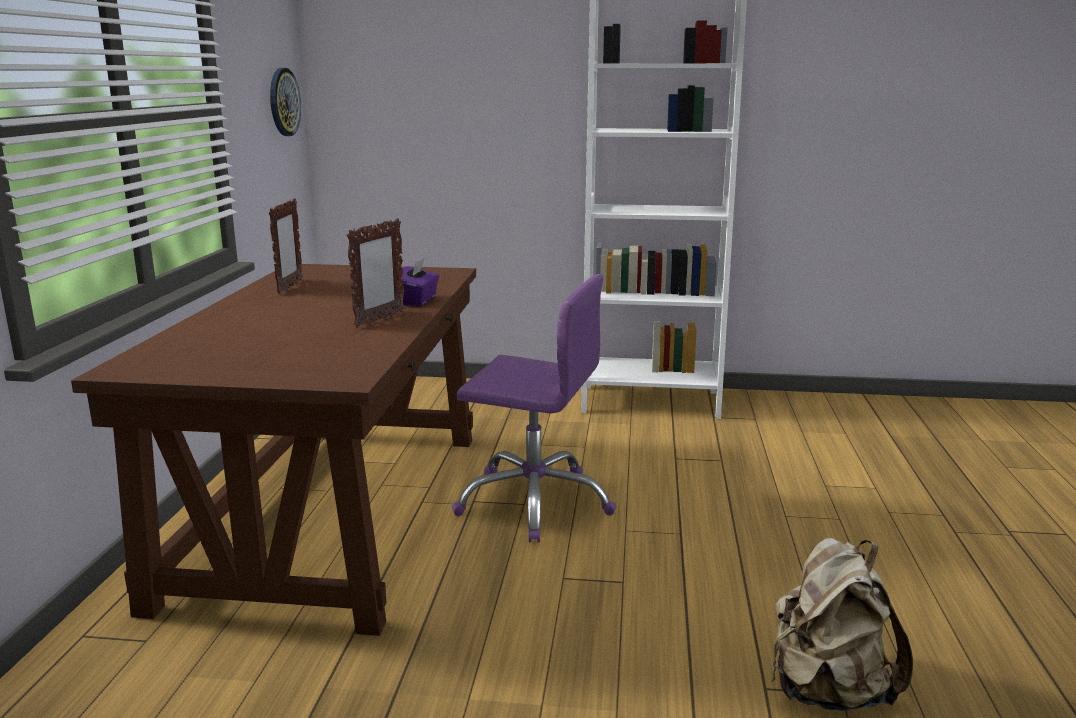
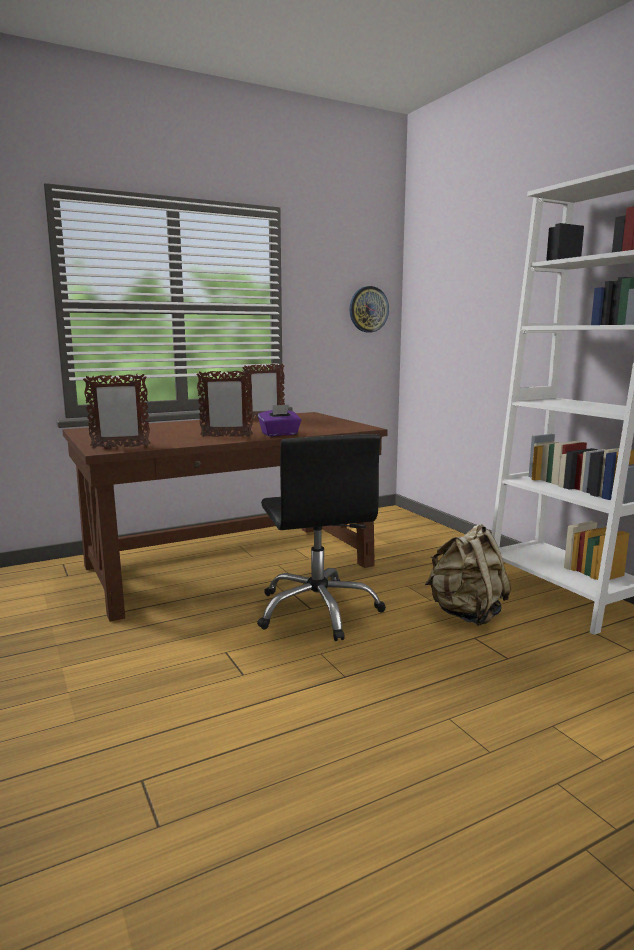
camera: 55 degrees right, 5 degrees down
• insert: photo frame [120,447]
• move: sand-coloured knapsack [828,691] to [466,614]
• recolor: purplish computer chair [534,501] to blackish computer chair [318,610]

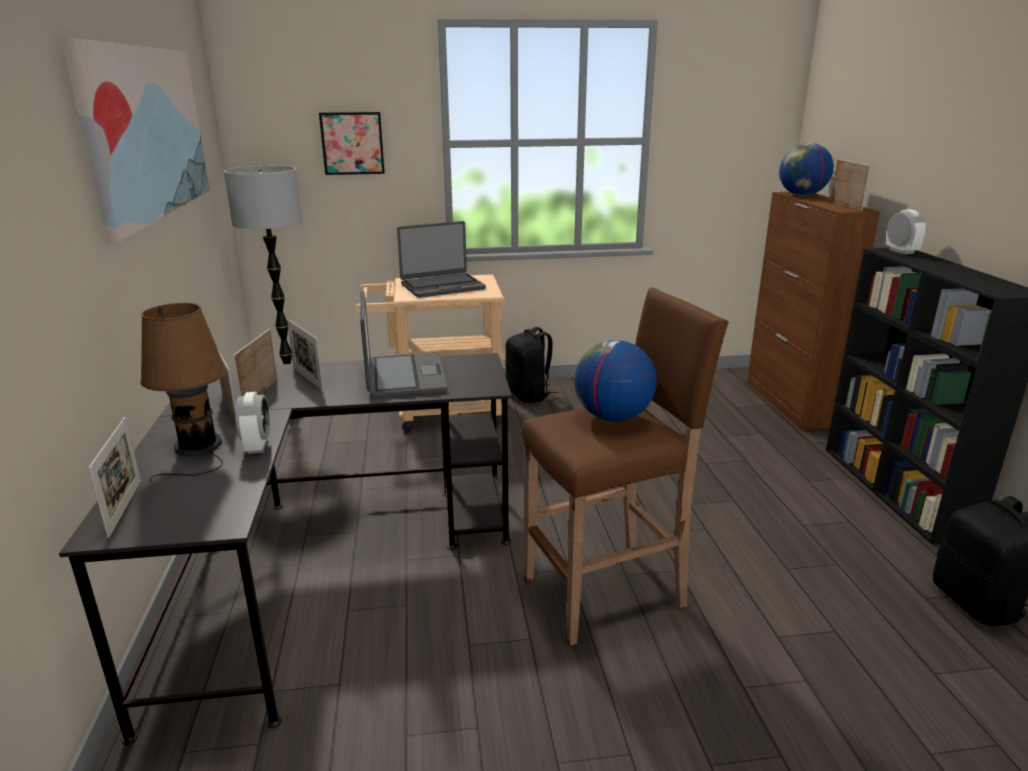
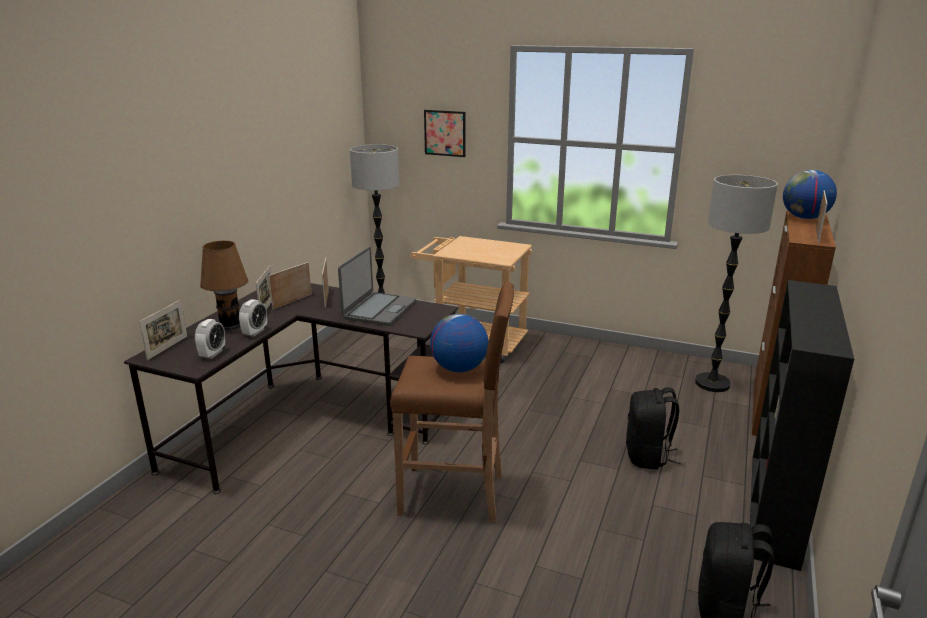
camera: 30 degrees right, 0 degrees up
• delete: wall art [149,132]
• delete: laptop [442,286]
• insert: standard lamp [712,383]
• move: blackish knapsack [529,395] to [648,456]
• move: alarm clock [901,251] to [212,354]

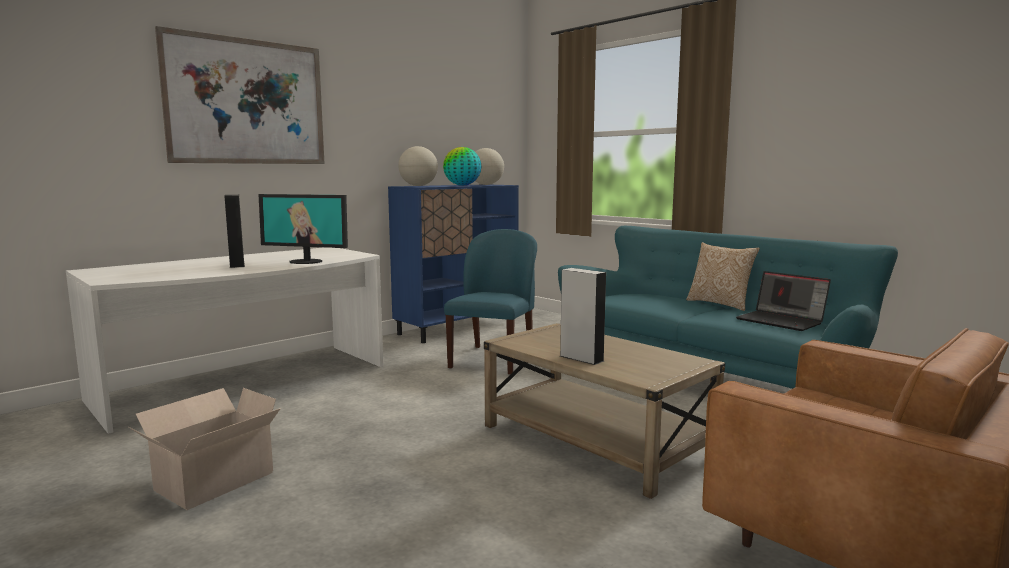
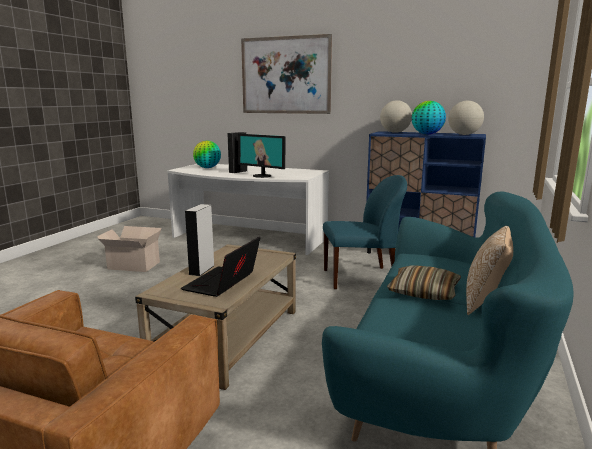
camera: 65 degrees right, 5 degrees up
• insert: desk globe [207,168]
• insert: cushion [423,292]
• move: laptop [782,321] to [222,283]
• rotate: computer screen [306,261] = [262,176] 45 degrees counterclockwise

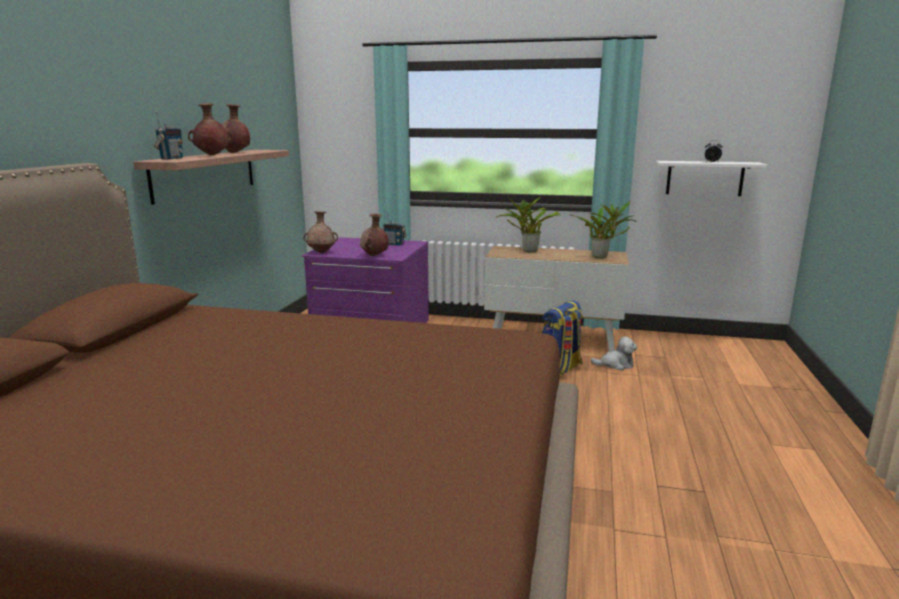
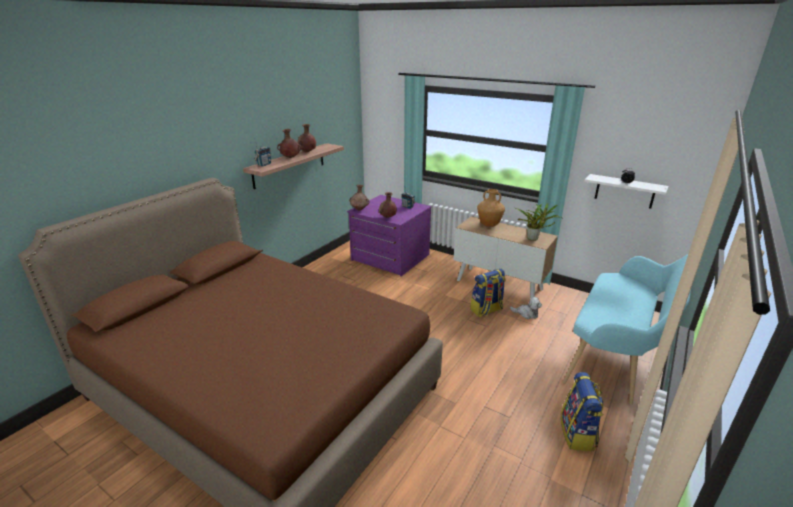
camera: 20 degrees right, 10 degrees up
• insert: knapsack [578,434]
• insert: turquoise long seat [616,358]
• replace: houseplant [528,251] to brown decorative vase [489,225]

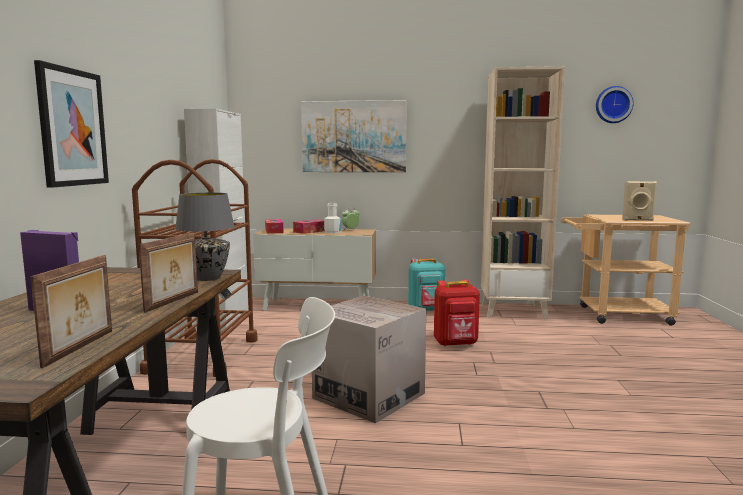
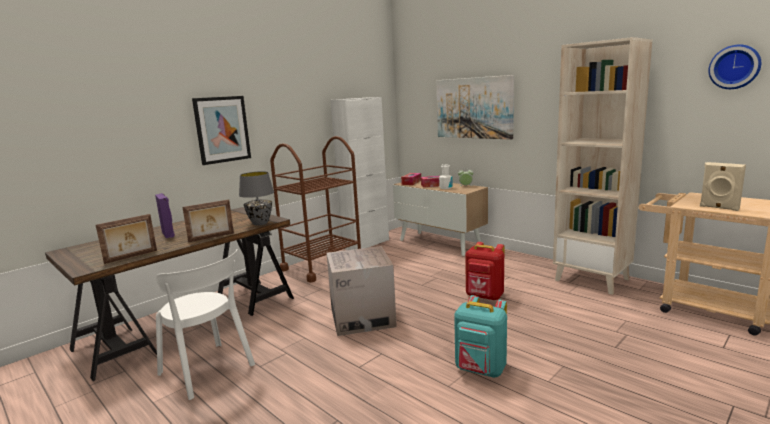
camera: 40 degrees right, 5 degrees up
• move: turquoise knapsack [426,310] to [480,370]

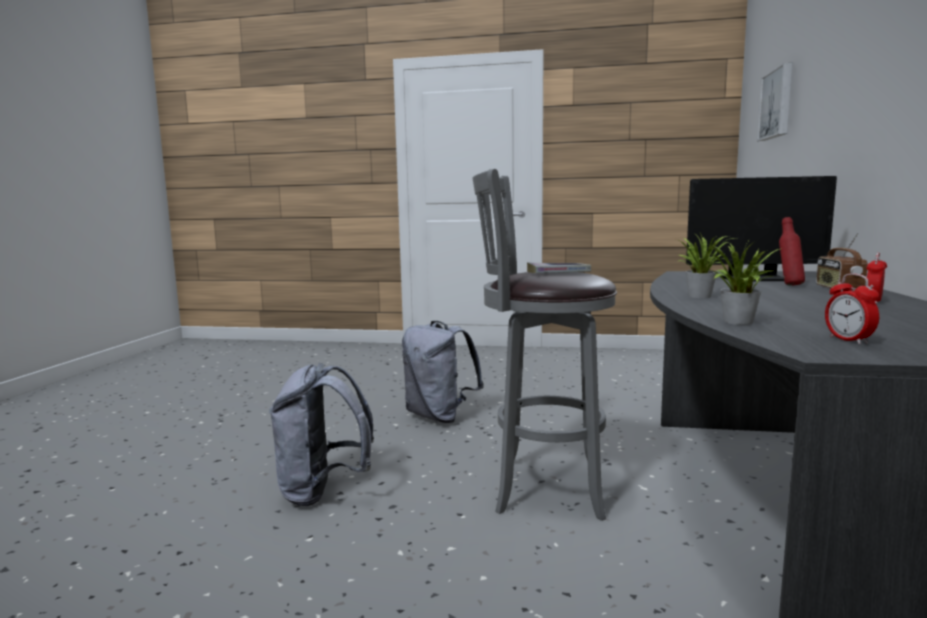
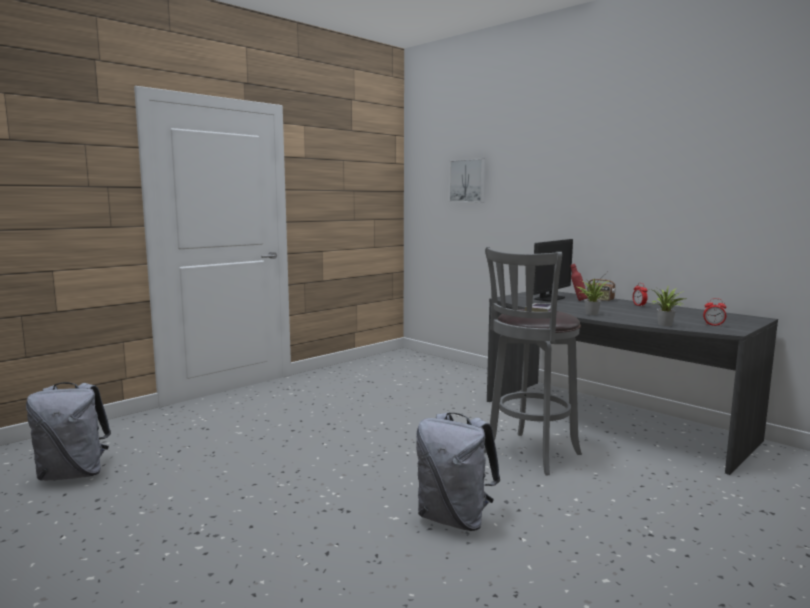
camera: 55 degrees left, 0 degrees up
• move: grey knapsack [439,416] to [73,474]

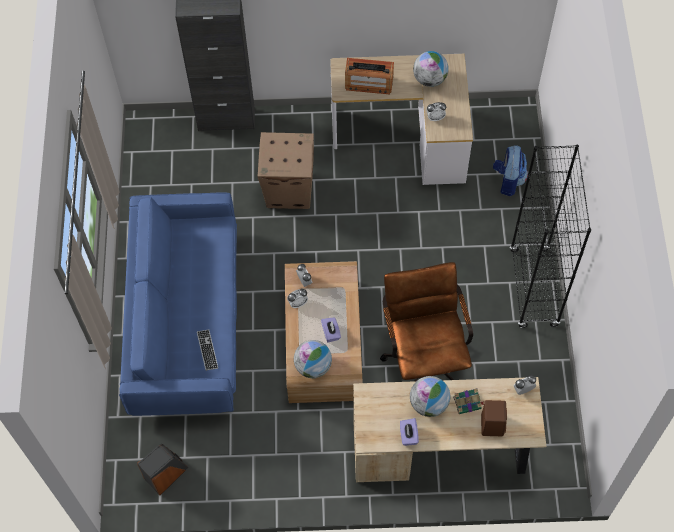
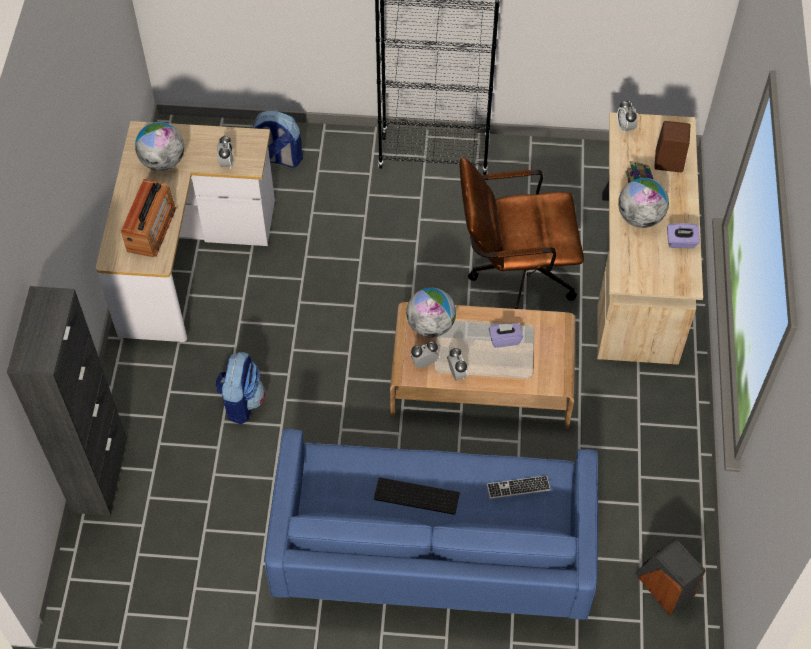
camera: 85 degrees left, 5 degrees down
• insert: computer keyboard [415,497]
• move: desk globe [313,366] to [430,325]
• replace: cardboard box [289,189] to knapsack [241,401]

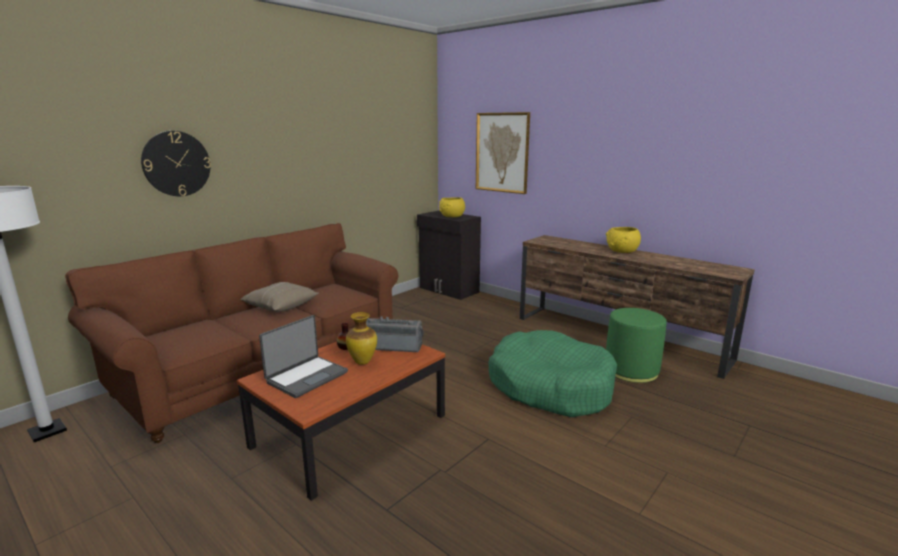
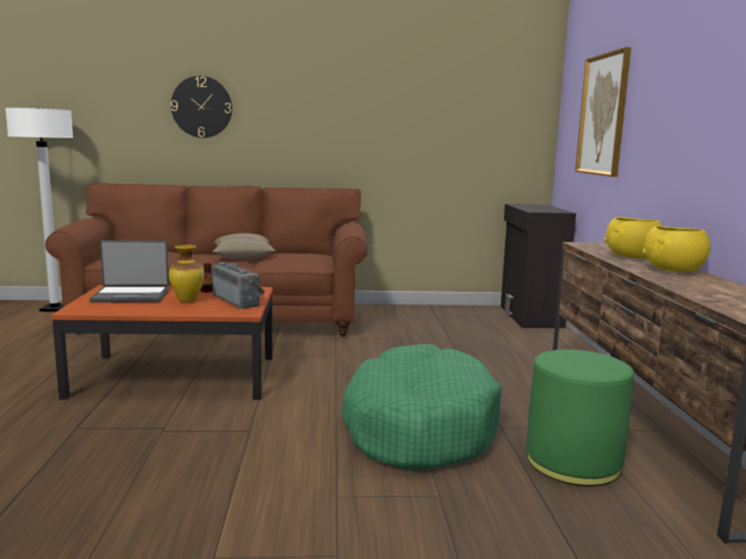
camera: 45 degrees right, 5 degrees down
• move: yellow deep dish [451,217] to [630,257]

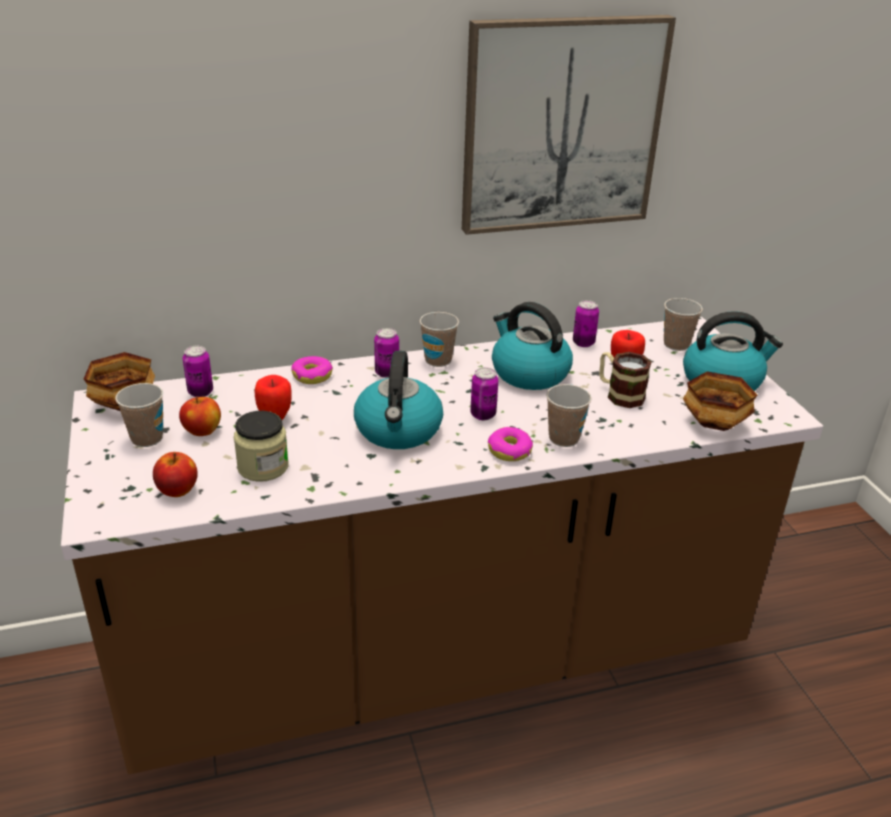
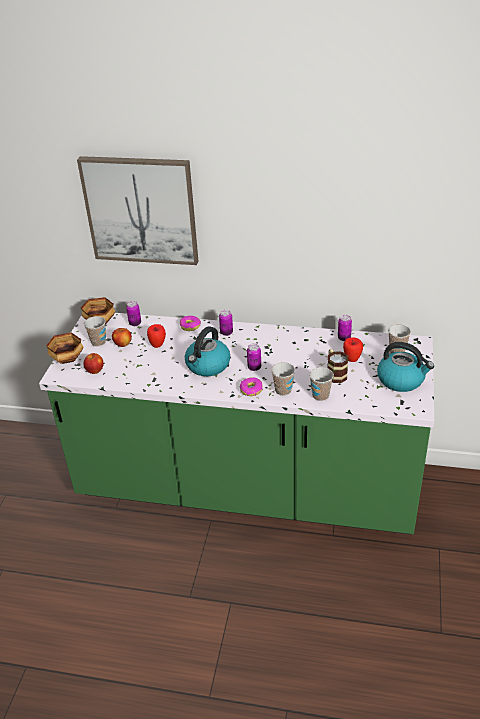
camera: 30 degrees right, 5 degrees up
• delete: jar [263,467]
• delete: water kettle [528,373]
• move: small cup [438,360] to [320,396]
• move: wall art [561,125] to [141,210]
• move: deep dish [714,424] to [67,360]
• recolor: brown kitchen base unit [437,658] to green-coloured kitchen base unit [247,489]

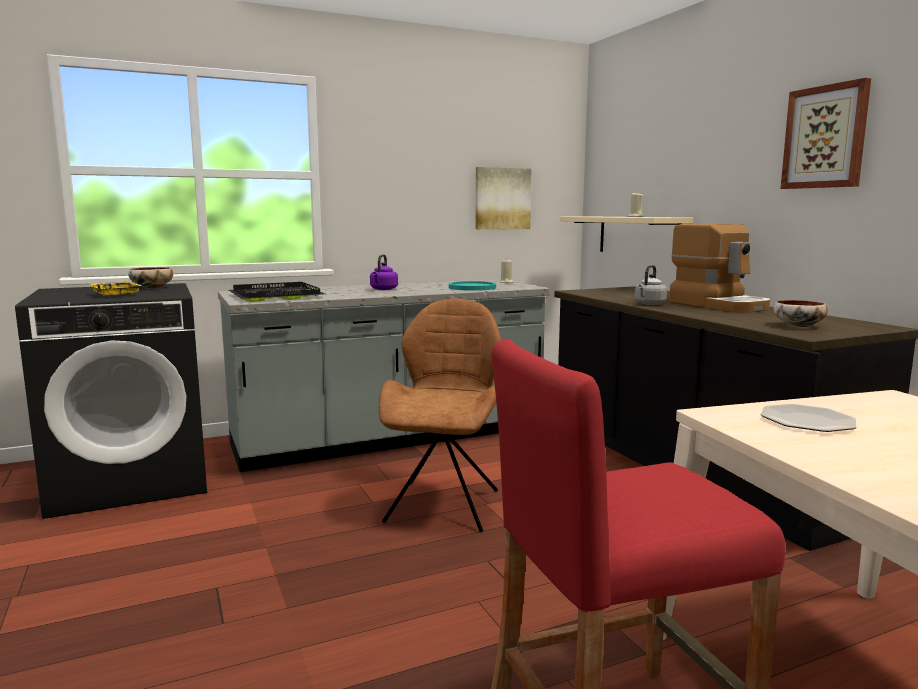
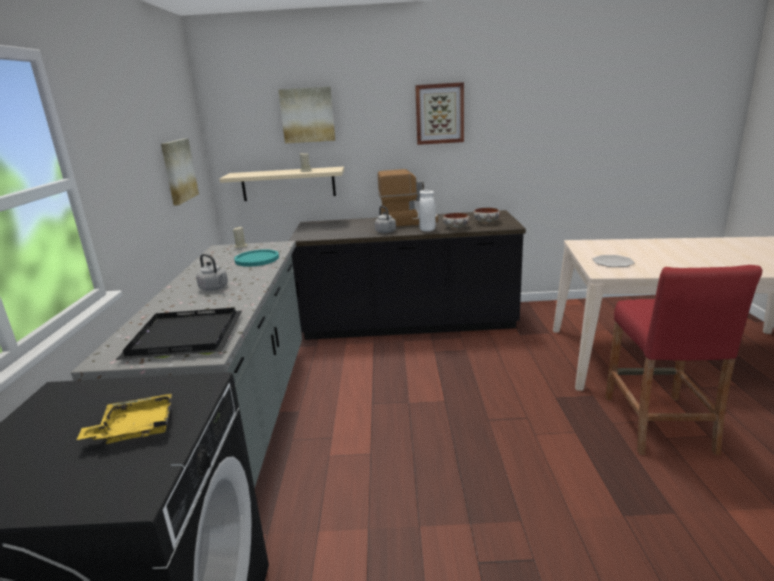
camera: 65 degrees left, 10 degrees up
• delete: brown upright chair [444,504]
• insert: wall art [307,115]
• insert: whitish decorative vase [427,230]
• move: deep dish [151,287] to [456,228]
• recolor: purplish water kettle [383,289] to grey water kettle [215,288]

